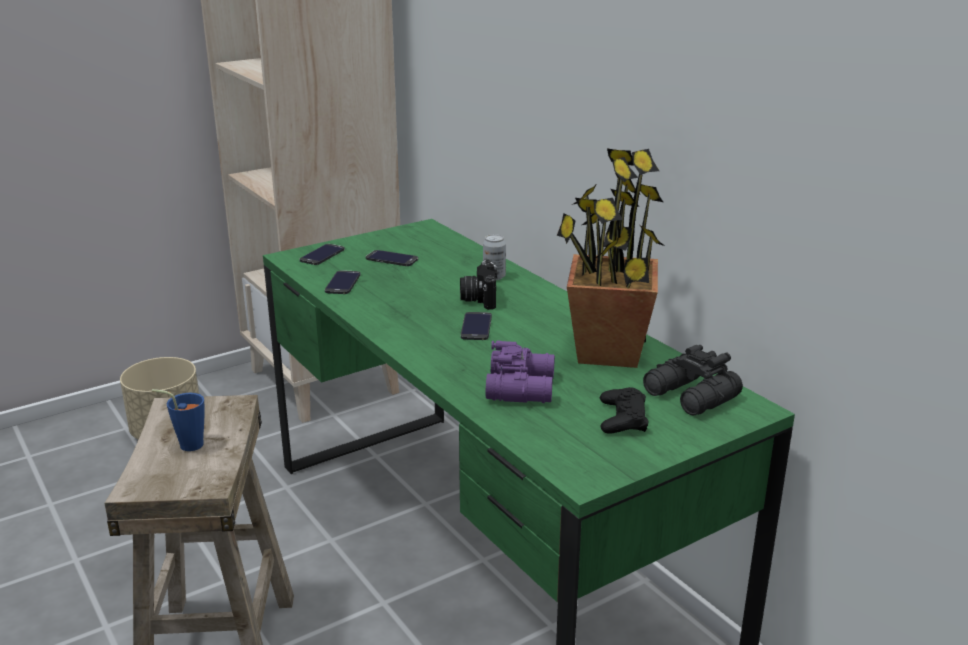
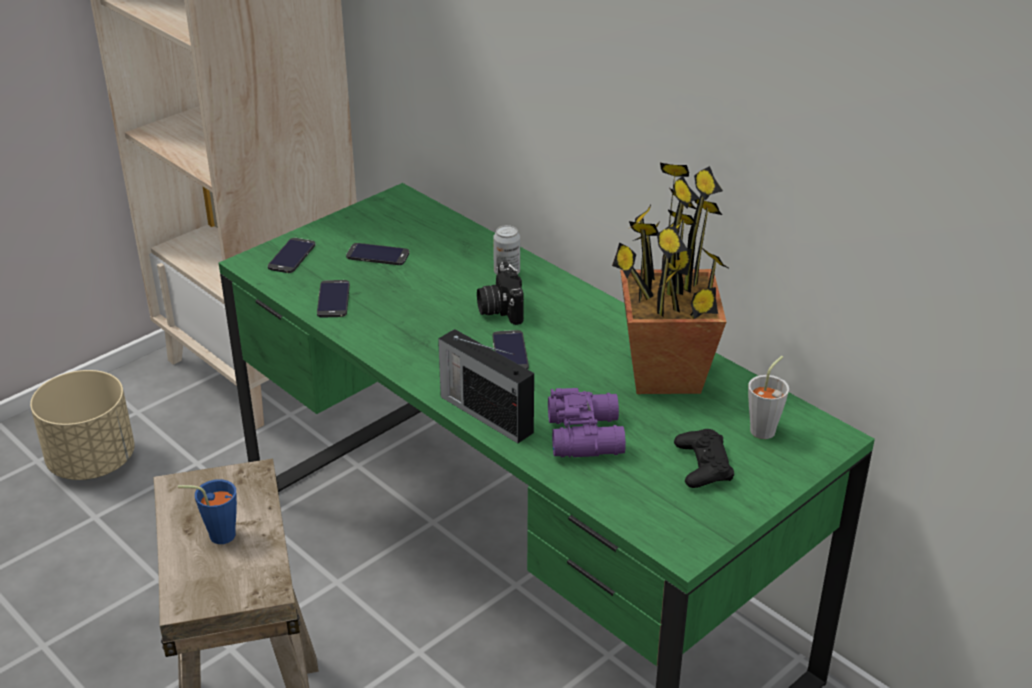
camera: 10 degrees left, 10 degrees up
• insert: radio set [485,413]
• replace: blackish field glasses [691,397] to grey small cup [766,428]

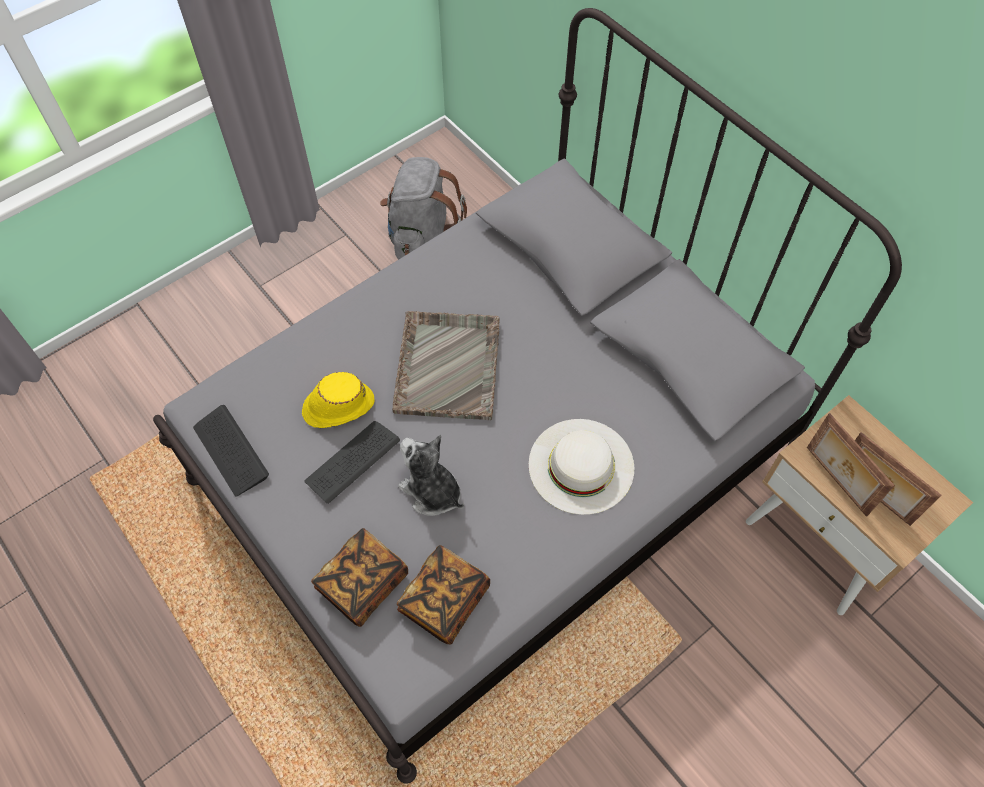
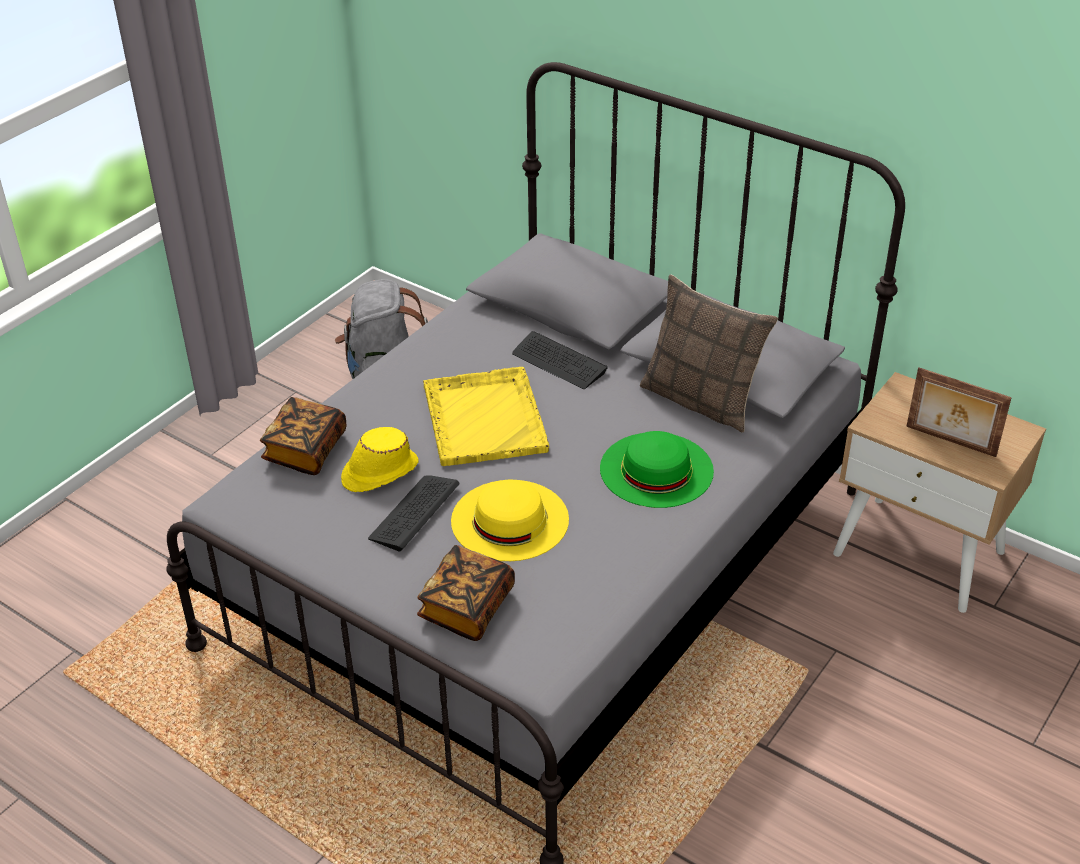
camera: 15 degrees left, 20 degrees down
• delete: photo frame [835,481]
• insert: cushion [701,400]
• move: computer keyboard [231,451] to [559,362]
• move: volume [444,601] to [305,450]
• replace: plush toy [431,491] to yellow clothing hat [509,520]
• recolor: grey serving tray [448,365] to yellow serving tray [484,418]
• recolor: whitish clothing hat [581,465] to green-coloured clothing hat [656,469]

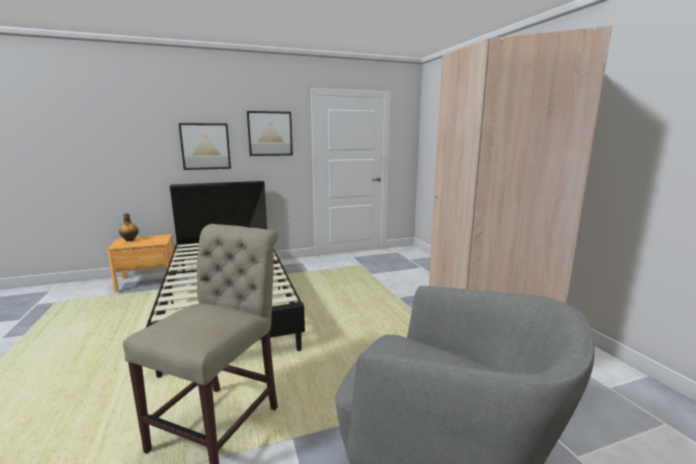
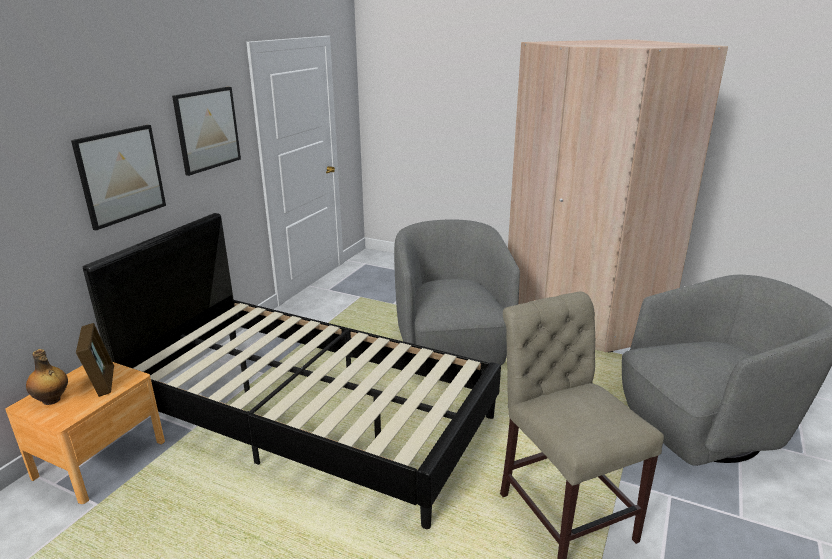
camera: 45 degrees left, 10 degrees up
• insert: photo frame [102,382]
• insert: grey easy chair [452,347]

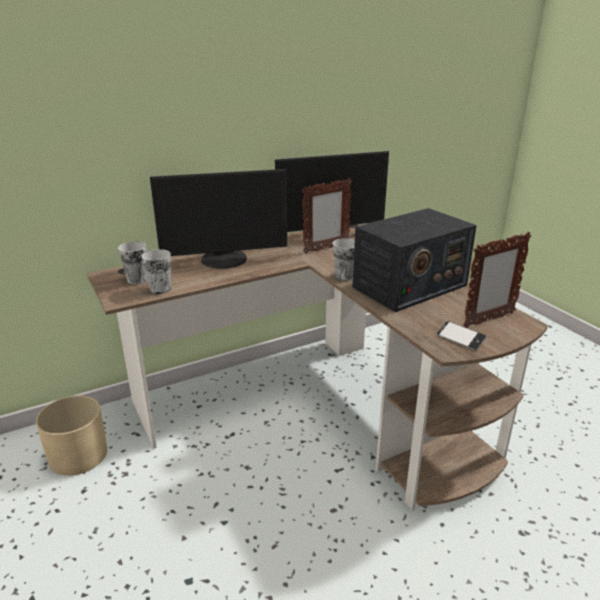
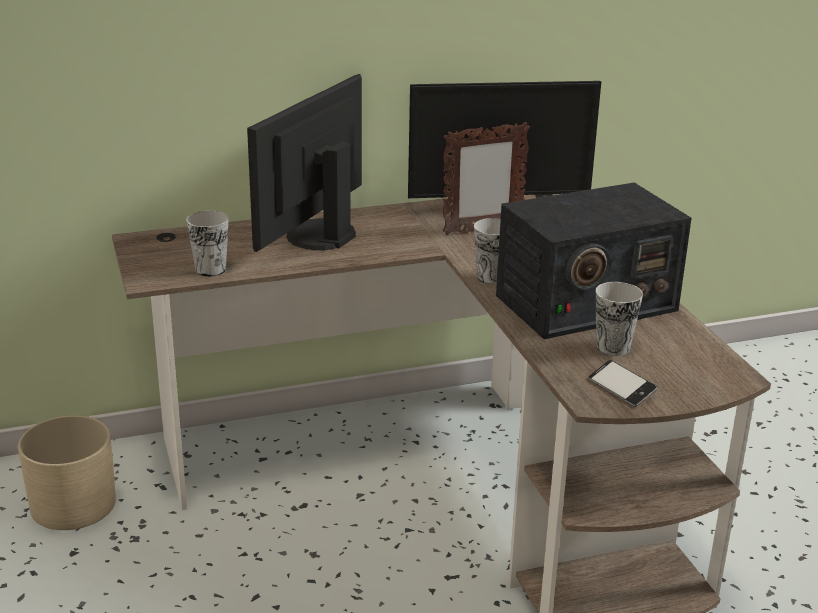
camera: 10 degrees right, 0 degrees up
• delete: photo frame [488,320]
• move: small cup [137,280] to [612,347]
• rotate: computer screen [224,260] = [317,235] 120 degrees clockwise

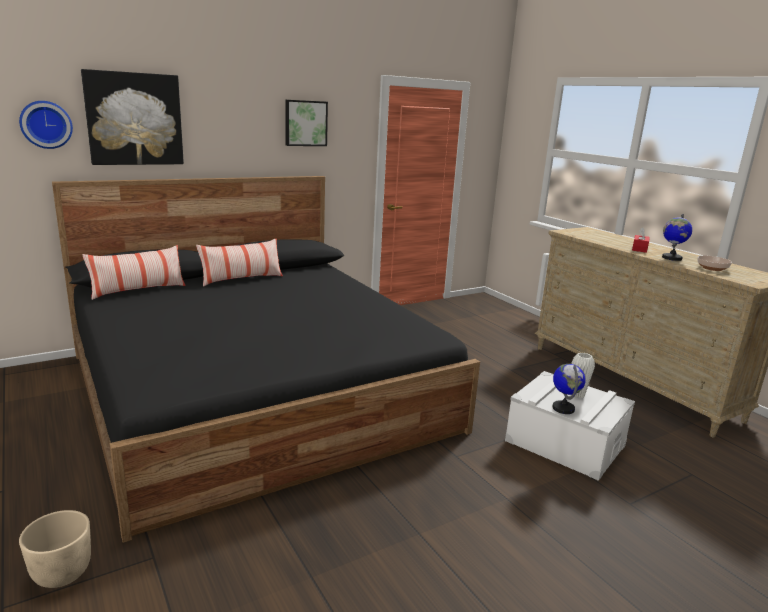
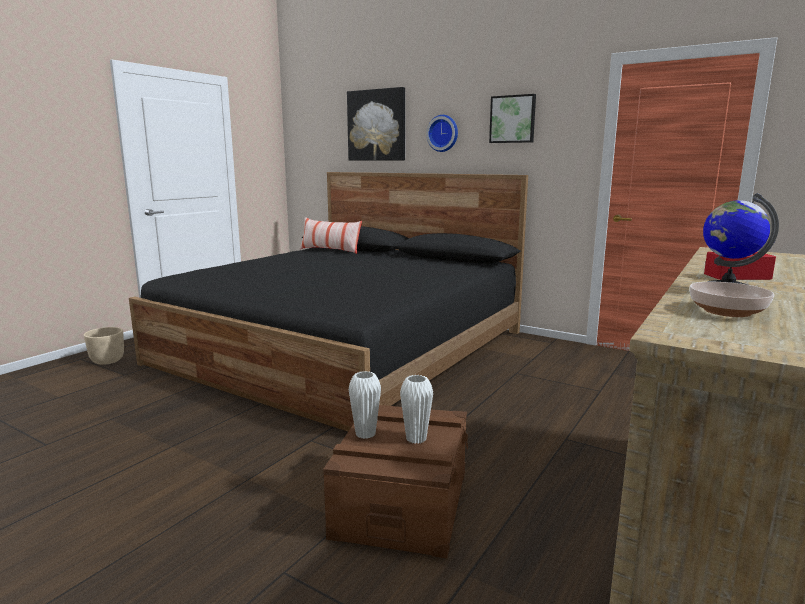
camera: 65 degrees right, 5 degrees down
• delete: cushion [241,279]
• move: hanging clock [46,124] to [443,133]
• replace: desk globe [563,408] to whitish decorative vase [365,434]
• recolor: whitish storage container [564,443] to brown storage container [401,503]

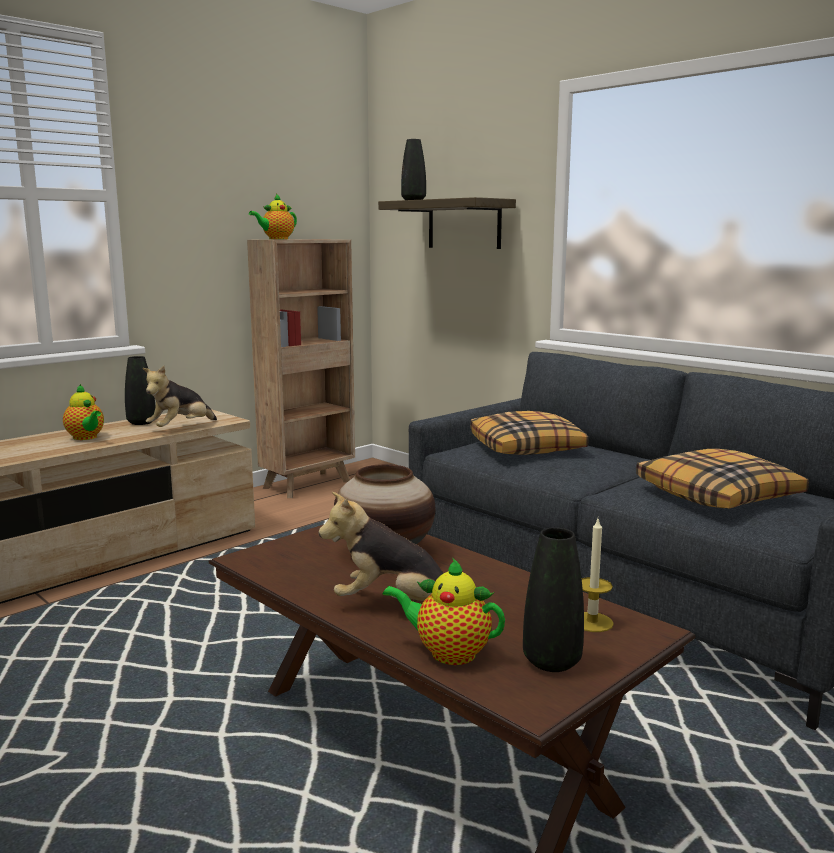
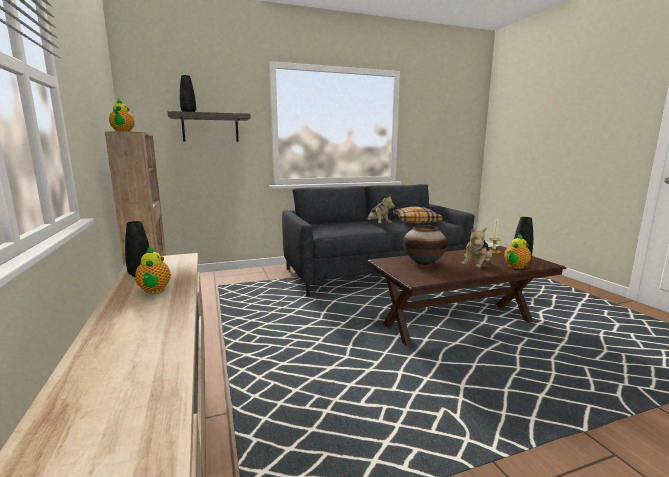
camera: 65 degrees left, 0 degrees up
• delete: cushion [527,448]
• move: plush toy [180,428] to [377,225]
• rotate: pot for tea [86,438] = [154,290] 90 degrees clockwise

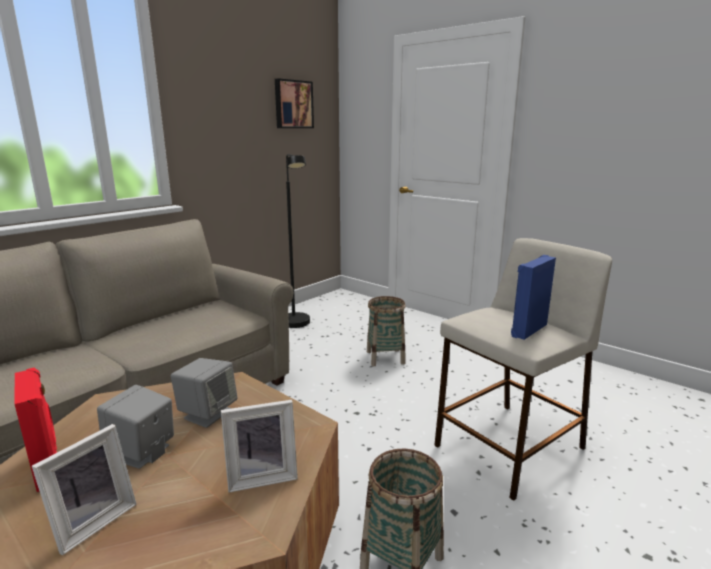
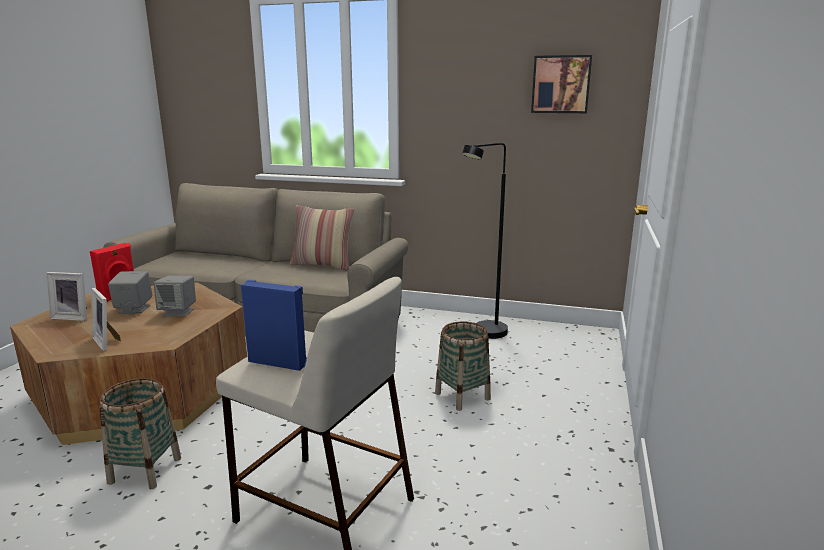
camera: 65 degrees right, 0 degrees up
• insert: cushion [323,265]

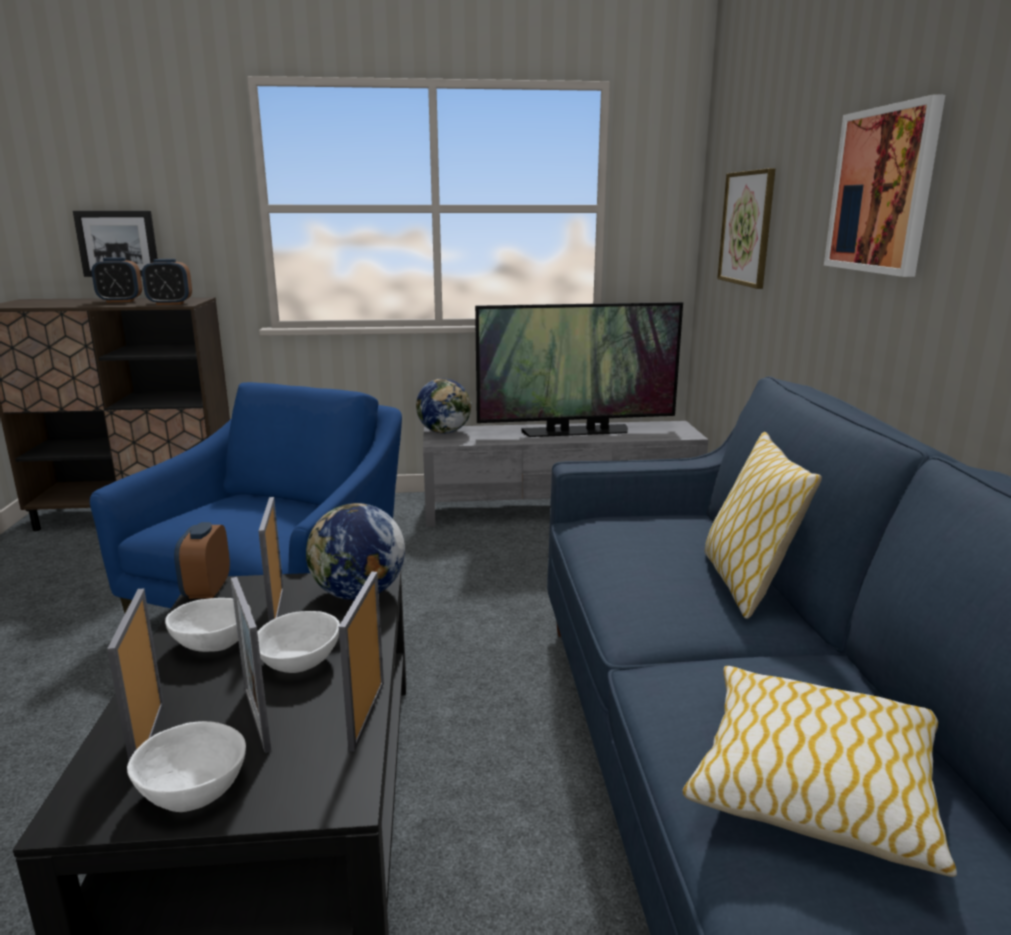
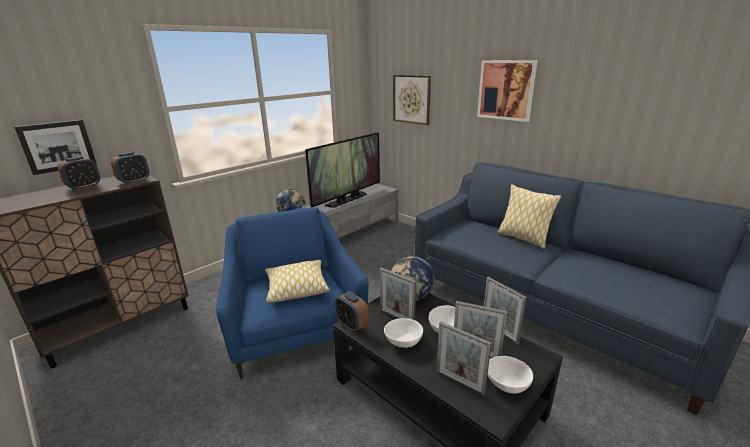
camera: 40 degrees left, 5 degrees up
• move: cushion [813,783] to [296,288]

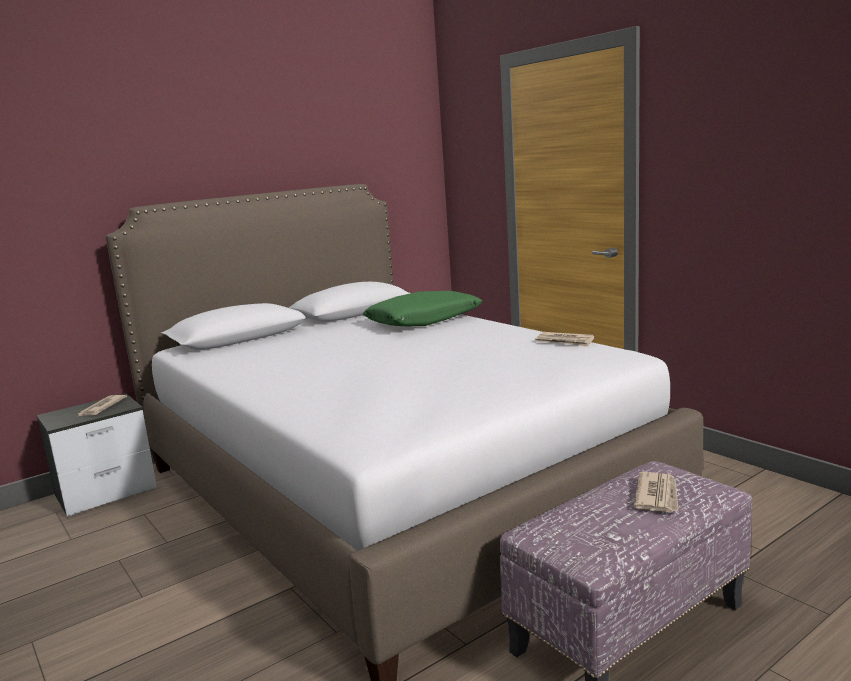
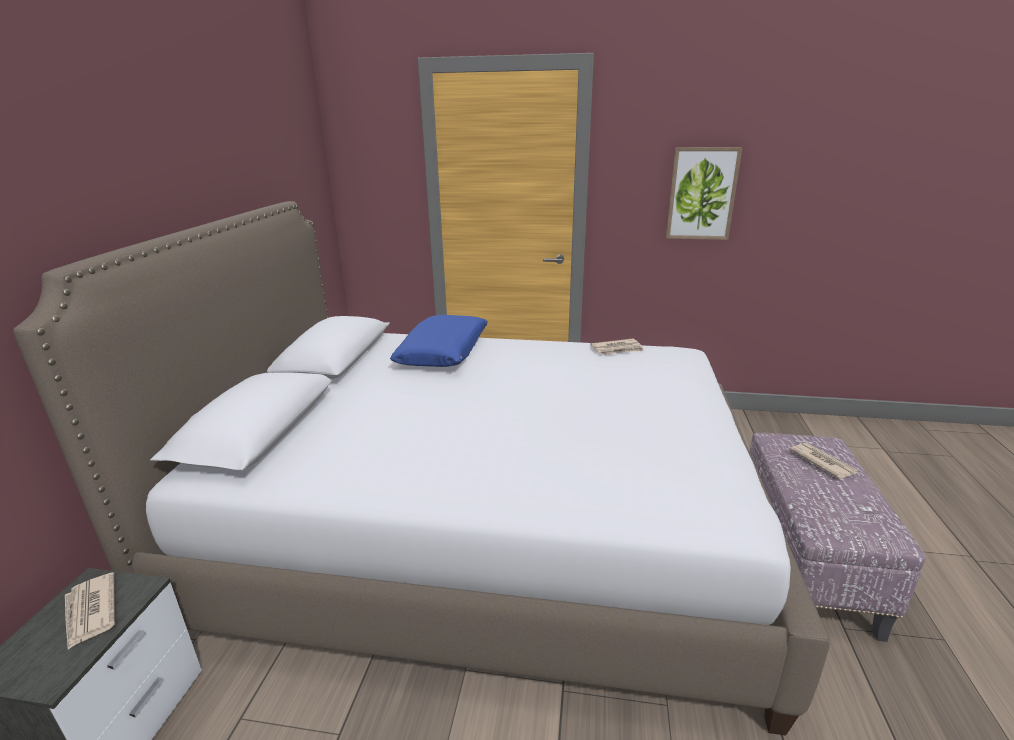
camera: 45 degrees left, 10 degrees up
• insert: wall art [701,194]
• recolor: green-coloured cushion [424,320] to blue-coloured cushion [443,352]

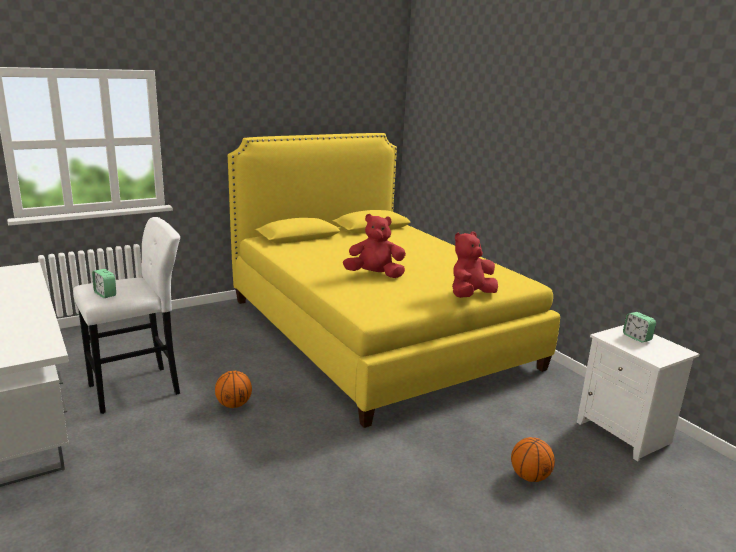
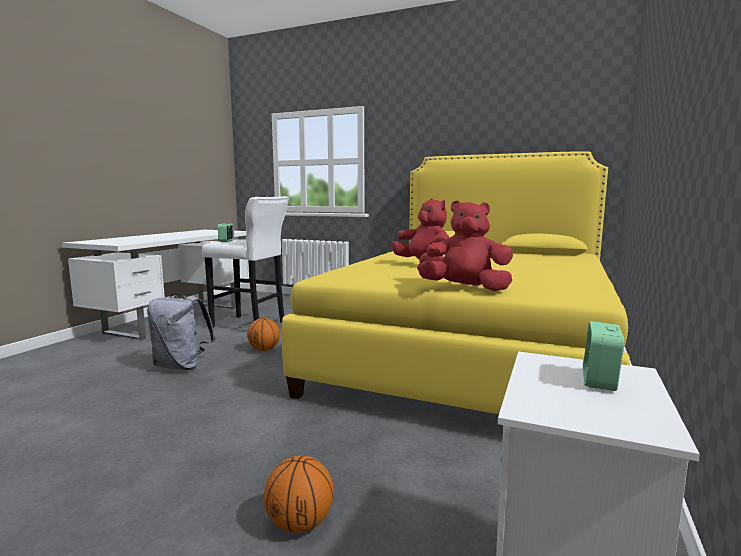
camera: 55 degrees right, 10 degrees down
• insert: grey knapsack [182,366]

